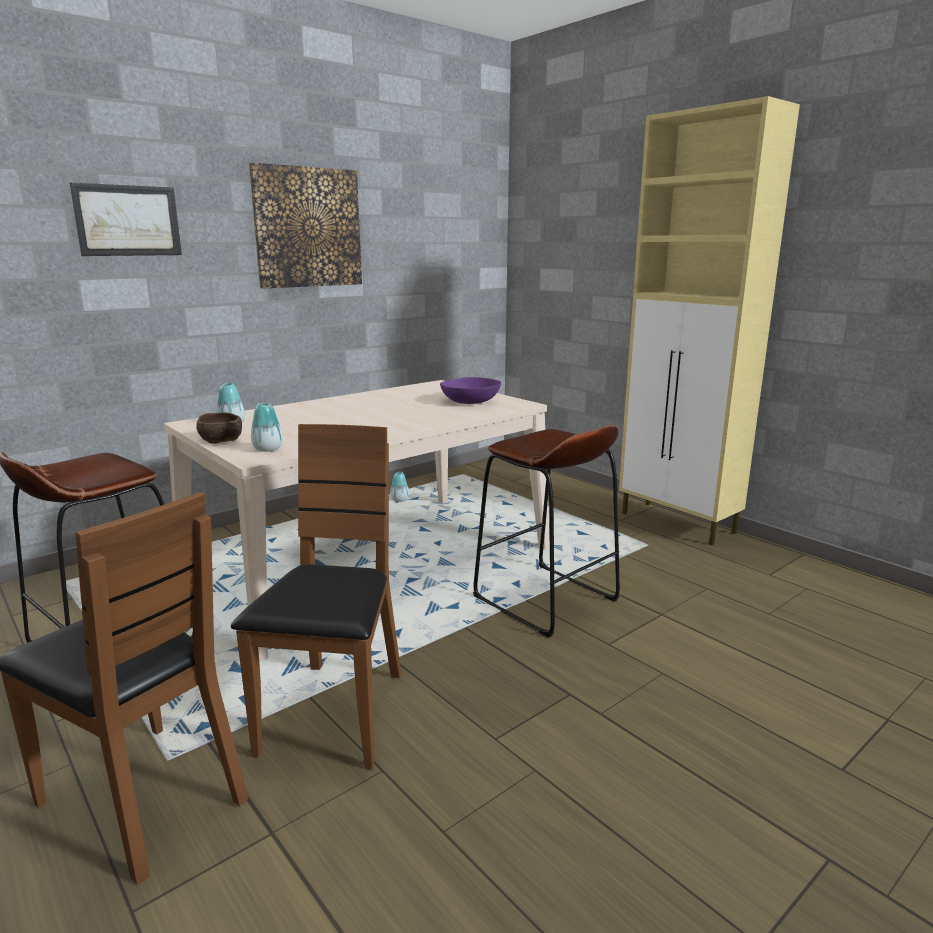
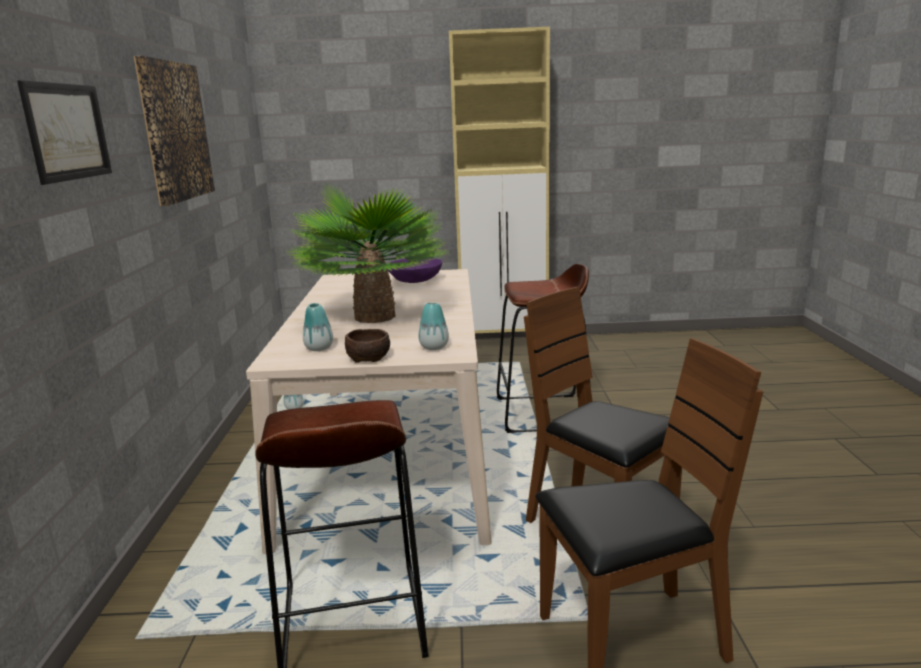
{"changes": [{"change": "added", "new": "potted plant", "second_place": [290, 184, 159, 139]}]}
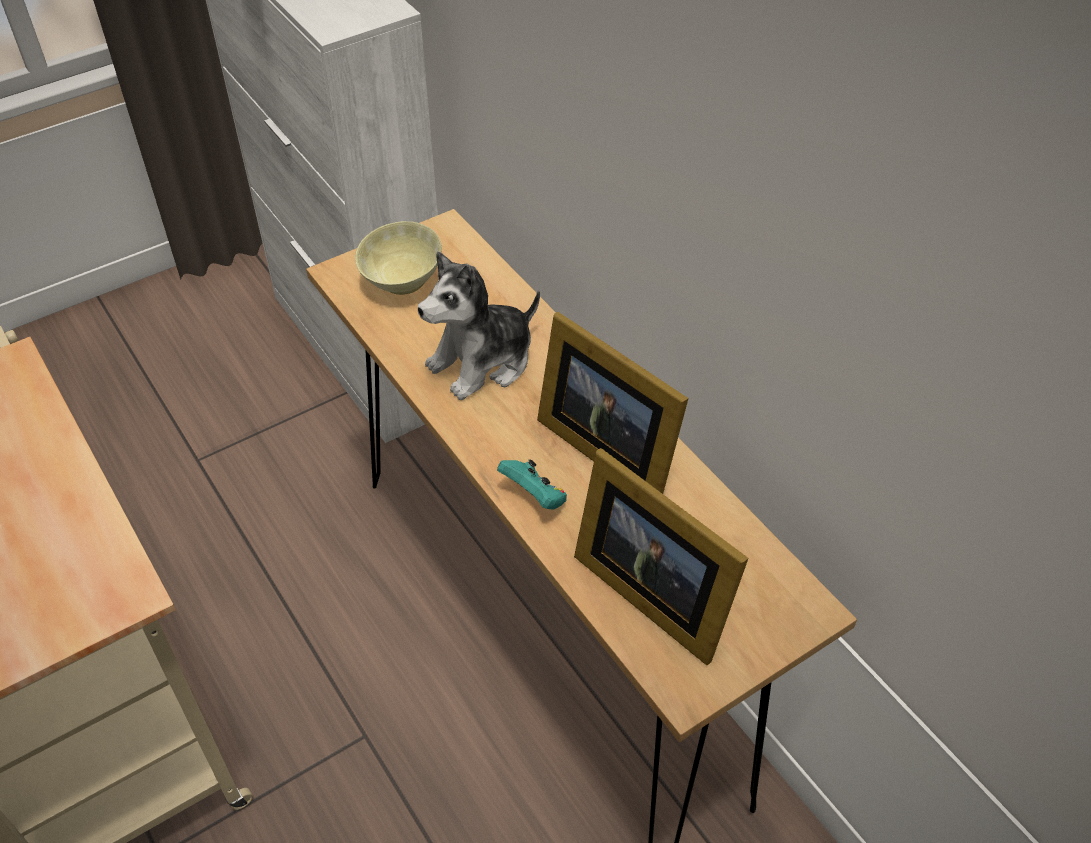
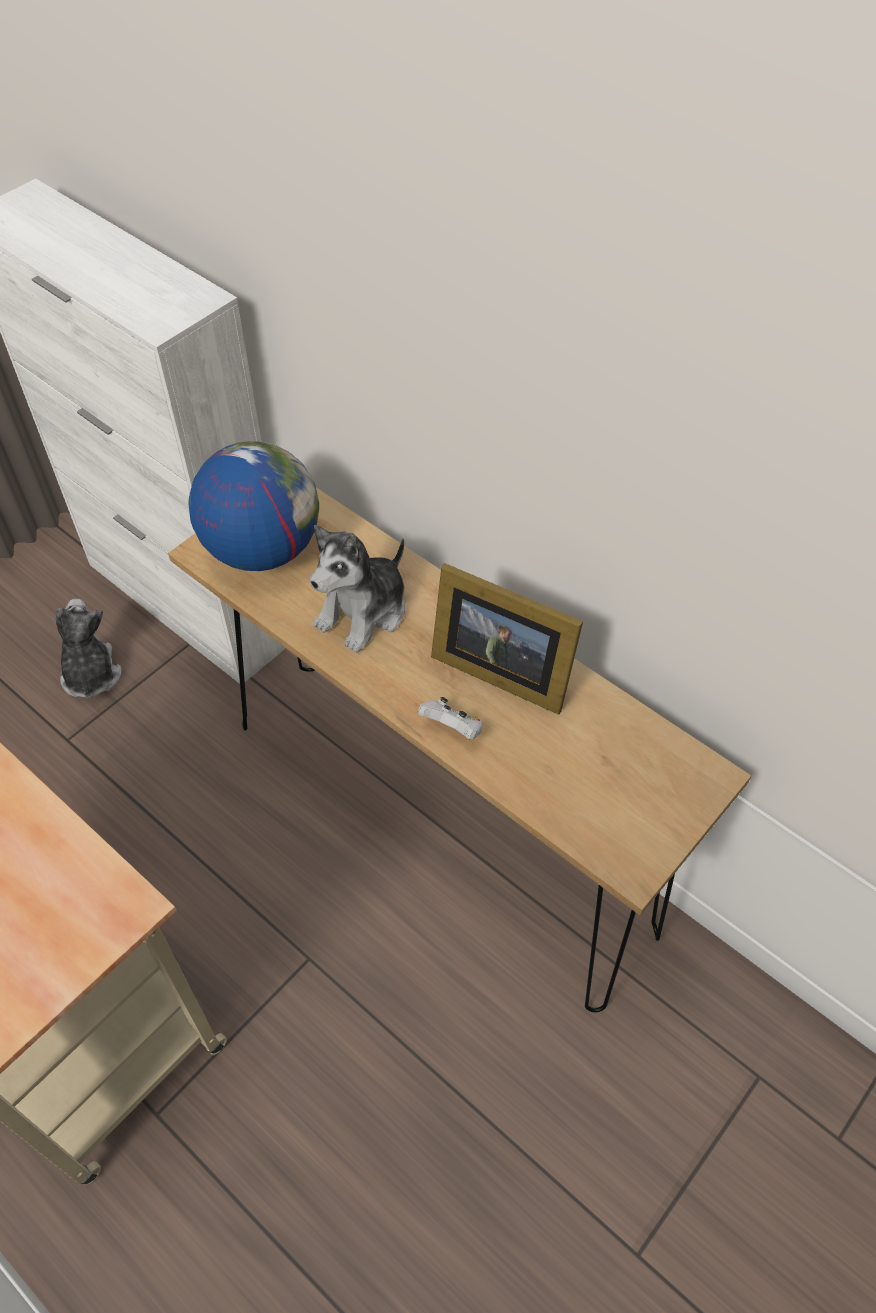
{"changes": [{"change": "replaced", "old": "bowl in beige", "new": "globe", "first_place": [355, 221, 87, 74], "second_place": [189, 441, 130, 130]}, {"change": "removed", "old": "picture frame", "first_place": [574, 448, 174, 217]}, {"change": "recoloured", "old": "game controller in turquoise", "new": "game controller in white", "first_place": [497, 460, 70, 50], "second_place": [418, 697, 64, 43]}, {"change": "added", "new": "plush toy", "second_place": [56, 598, 66, 102]}]}
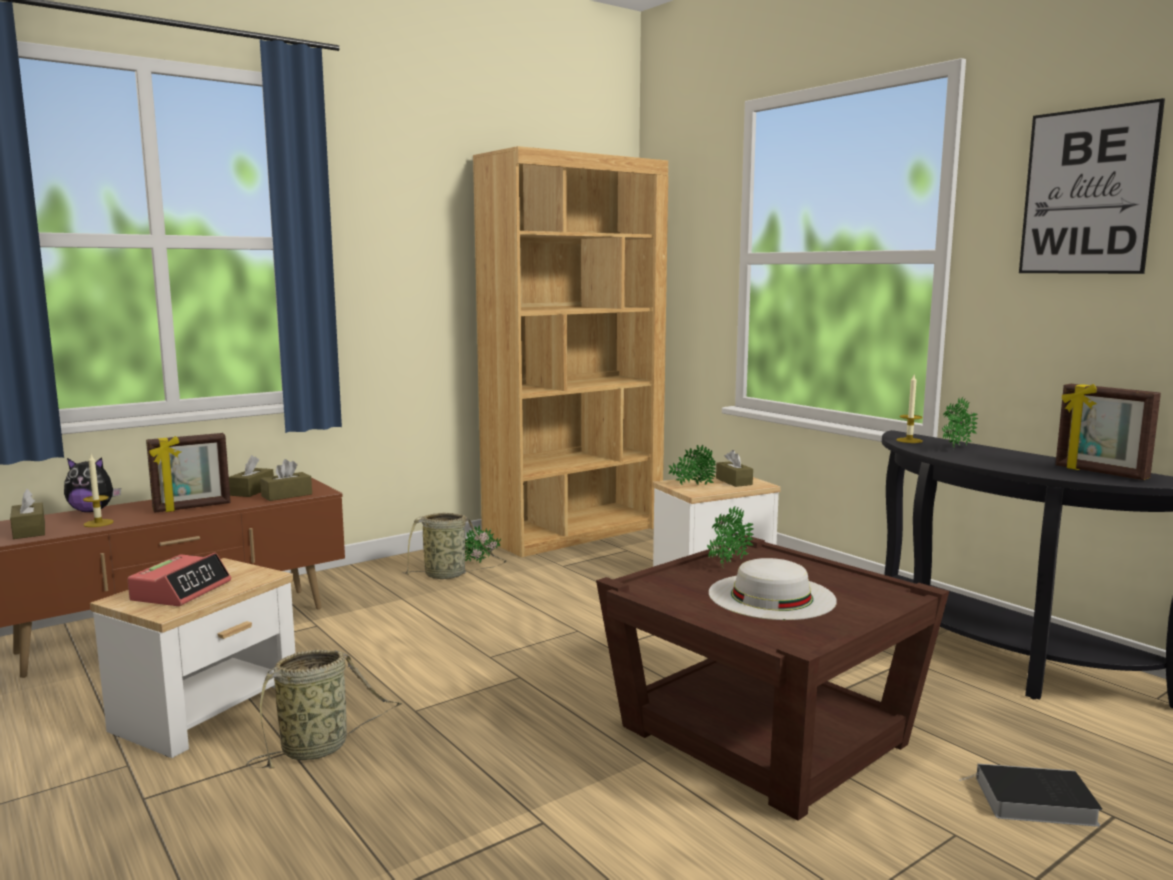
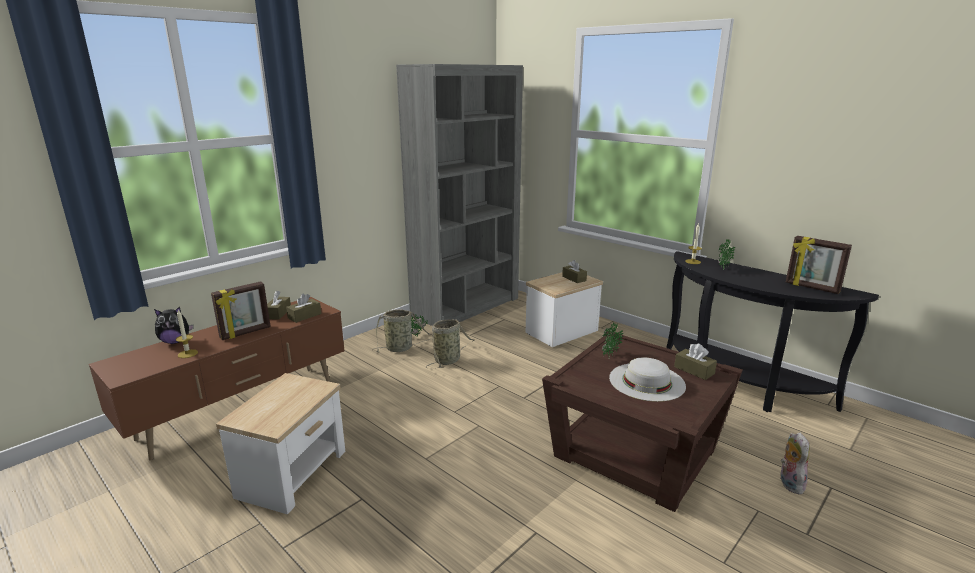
{"changes": [{"change": "removed", "old": "picture", "first_place": [1019, 98, 146, 176]}, {"change": "recoloured", "old": "bookcase in brown", "new": "bookcase in grey", "first_place": [473, 146, 195, 411], "second_place": [396, 64, 127, 262]}, {"change": "removed", "old": "potted plant", "first_place": [669, 445, 47, 40]}, {"change": "moved", "old": "tissue box in brown", "first_place": [10, 489, 35, 50], "second_place": [674, 344, 43, 36]}, {"change": "removed", "old": "alarm clock", "first_place": [128, 553, 103, 53]}, {"change": "moved", "old": "basket", "first_place": [246, 650, 156, 119], "second_place": [426, 319, 48, 50]}, {"change": "replaced", "old": "book", "new": "plush toy", "first_place": [959, 764, 143, 63], "second_place": [780, 432, 30, 62]}]}
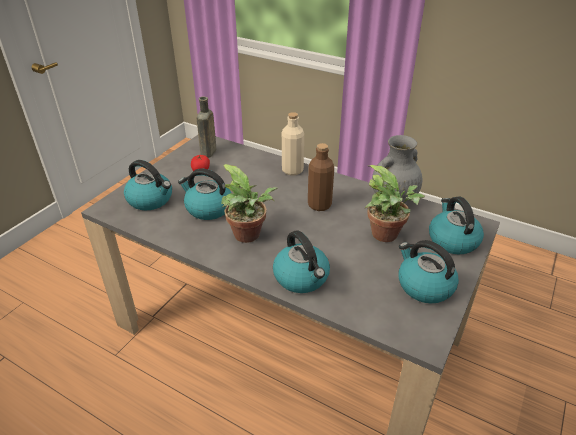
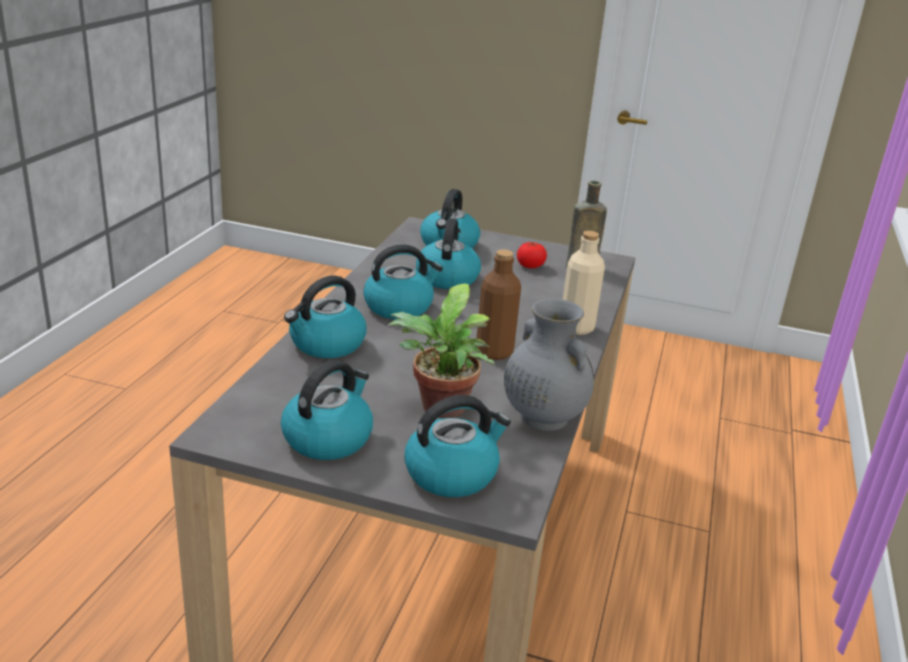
{"changes": [{"change": "replaced", "old": "potted plant", "new": "kettle", "first_place": [221, 164, 56, 79], "second_place": [363, 244, 80, 75]}]}
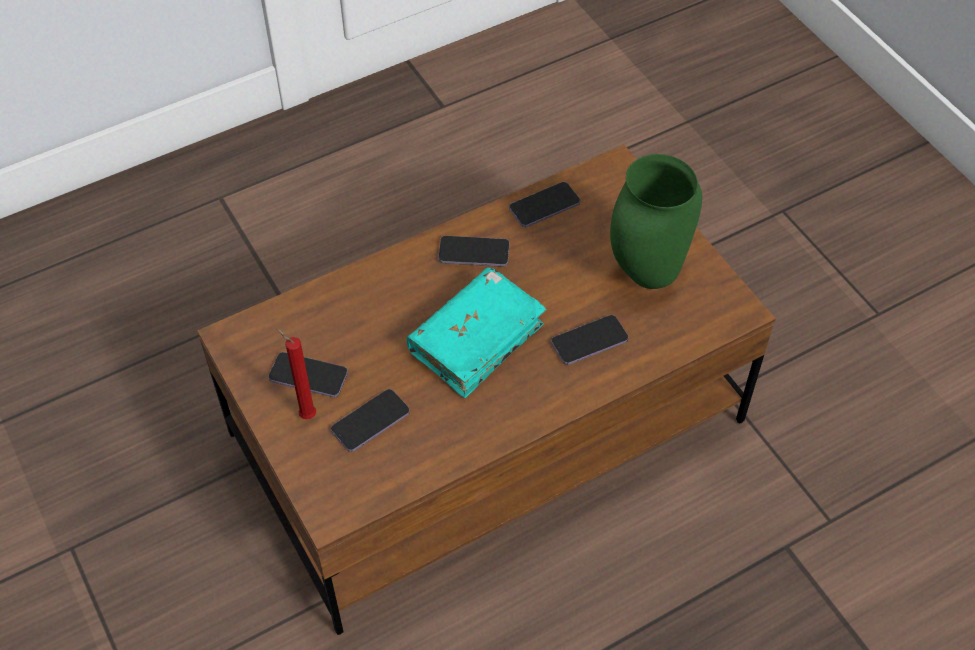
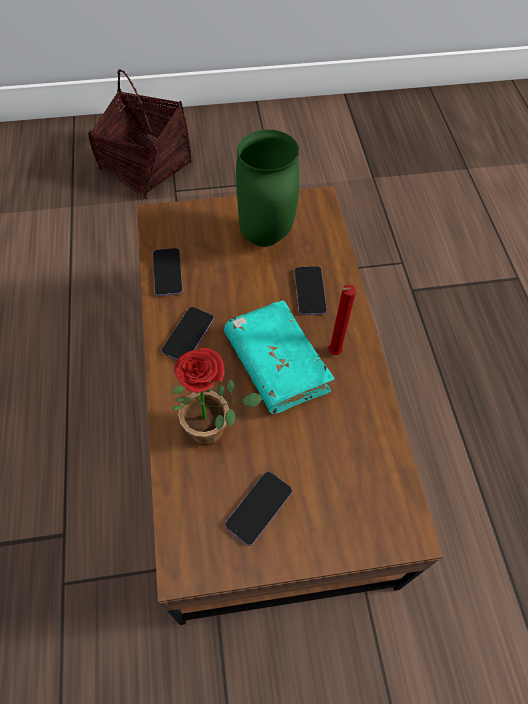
{"changes": [{"change": "moved", "old": "candle in red", "first_place": [277, 329, 39, 91], "second_place": [328, 285, 28, 70]}, {"change": "removed", "old": "phone", "first_place": [331, 389, 79, 63]}, {"change": "added", "new": "basket", "second_place": [88, 69, 104, 130]}, {"change": "added", "new": "potted plant", "second_place": [172, 348, 91, 97]}]}
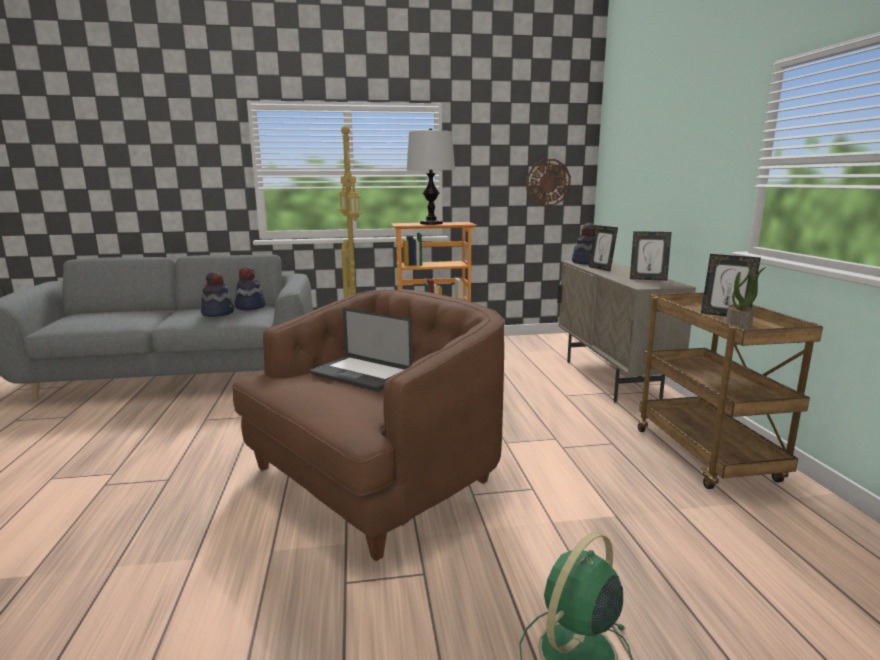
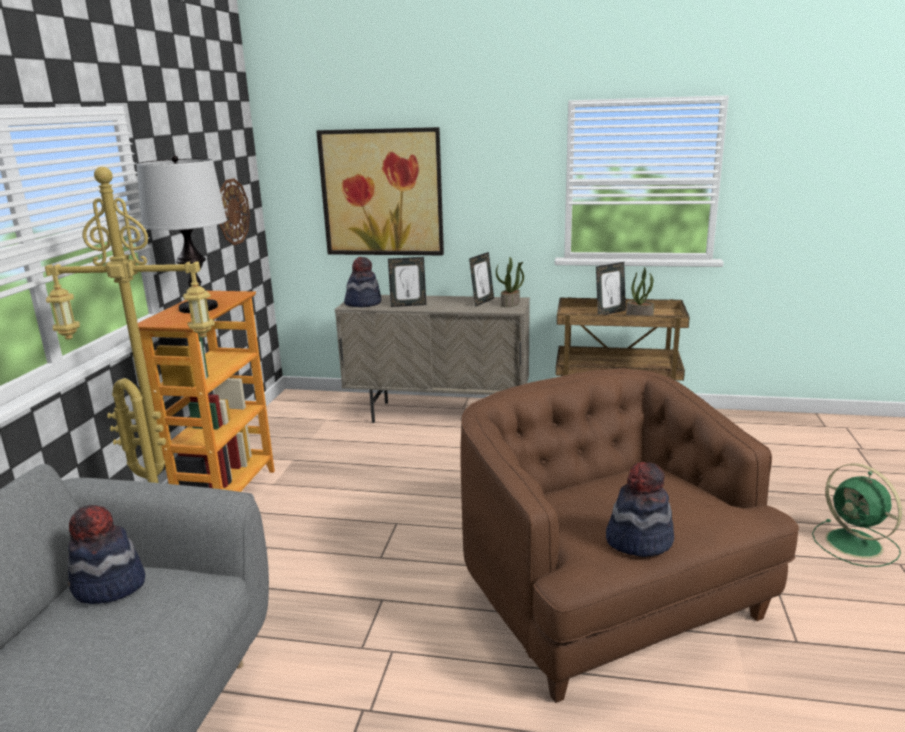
{"changes": [{"change": "moved", "old": "hat", "first_place": [201, 271, 33, 46], "second_place": [606, 462, 68, 95]}, {"change": "removed", "old": "laptop", "first_place": [310, 308, 102, 83]}, {"change": "added", "new": "picture", "second_place": [316, 127, 128, 128]}, {"change": "added", "new": "potted plant", "second_place": [496, 257, 28, 50]}]}
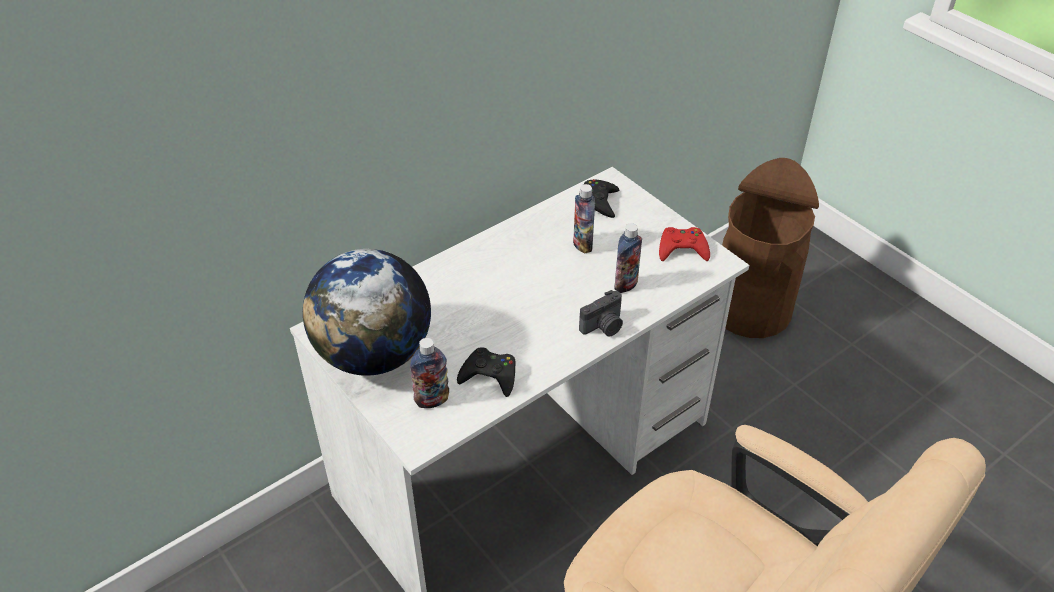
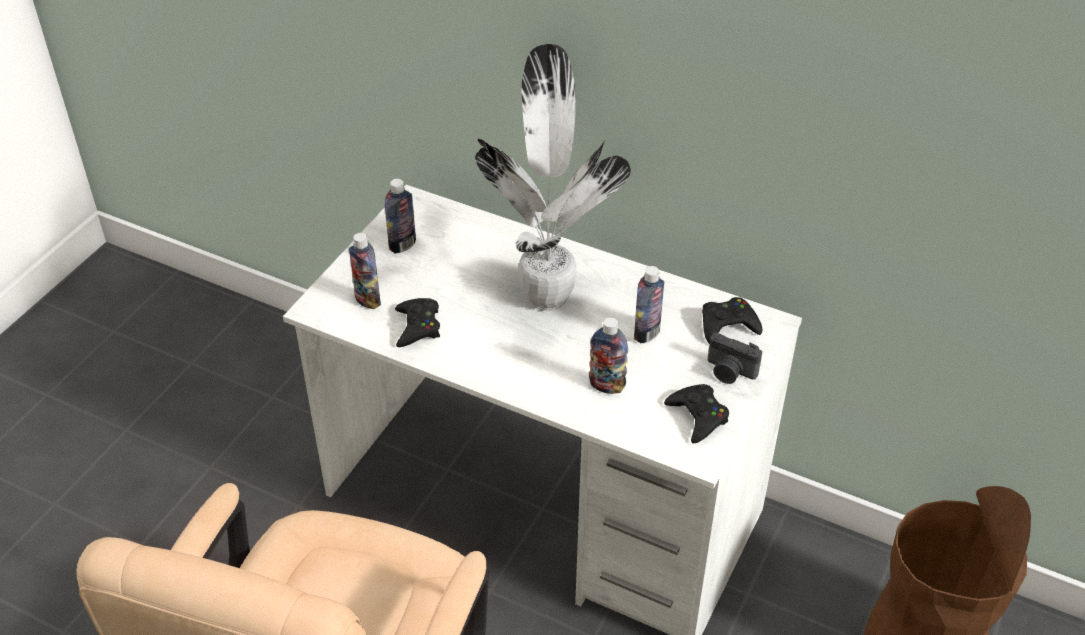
{"changes": [{"change": "recoloured", "old": "game controller in red", "new": "game controller in black", "first_place": [659, 227, 51, 34], "second_place": [664, 384, 65, 60]}, {"change": "replaced", "old": "globe", "new": "bottle", "first_place": [303, 249, 128, 127], "second_place": [385, 179, 31, 75]}, {"change": "moved", "old": "photo camera", "first_place": [579, 290, 44, 47], "second_place": [708, 333, 54, 51]}, {"change": "added", "new": "potted plant", "second_place": [475, 44, 156, 267]}]}
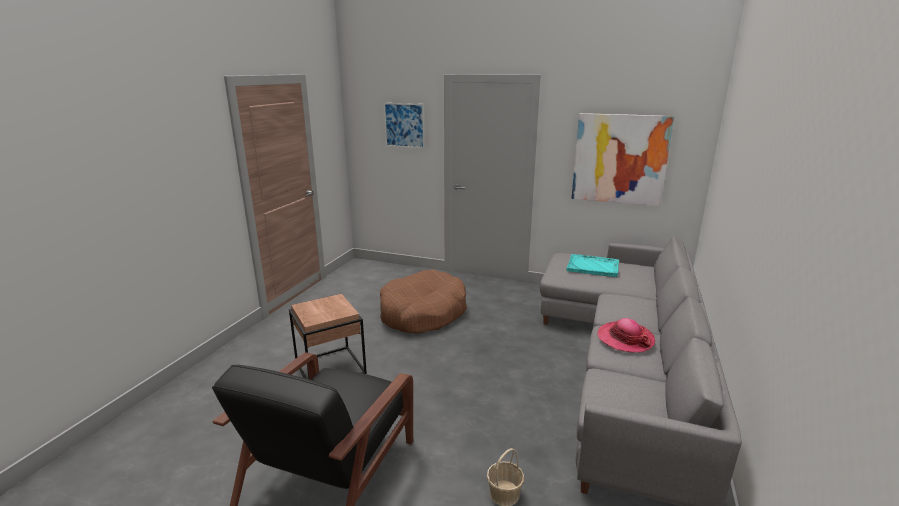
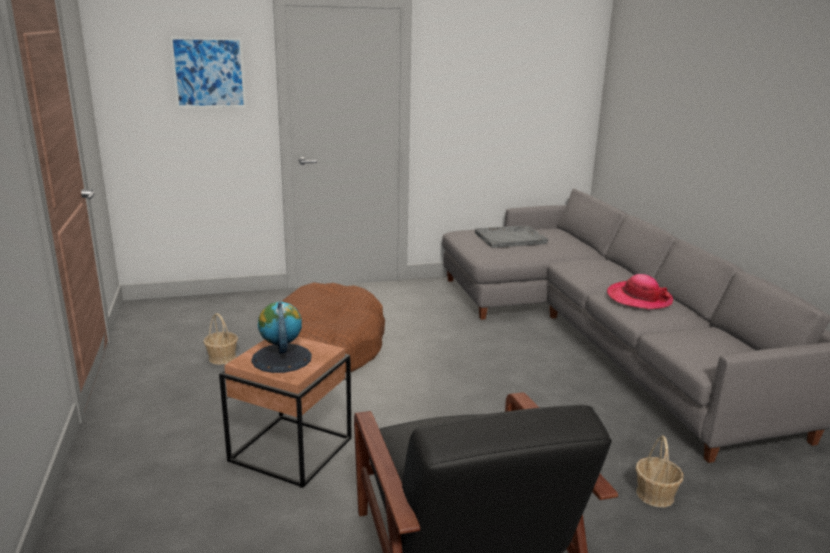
{"changes": [{"change": "removed", "old": "picture", "first_place": [571, 113, 103, 93]}, {"change": "recoloured", "old": "tray in turquoise", "new": "tray in grey", "first_place": [566, 254, 53, 23], "second_place": [475, 225, 73, 23]}, {"change": "added", "new": "globe", "second_place": [251, 302, 61, 71]}, {"change": "added", "new": "basket", "second_place": [204, 313, 34, 52]}]}
